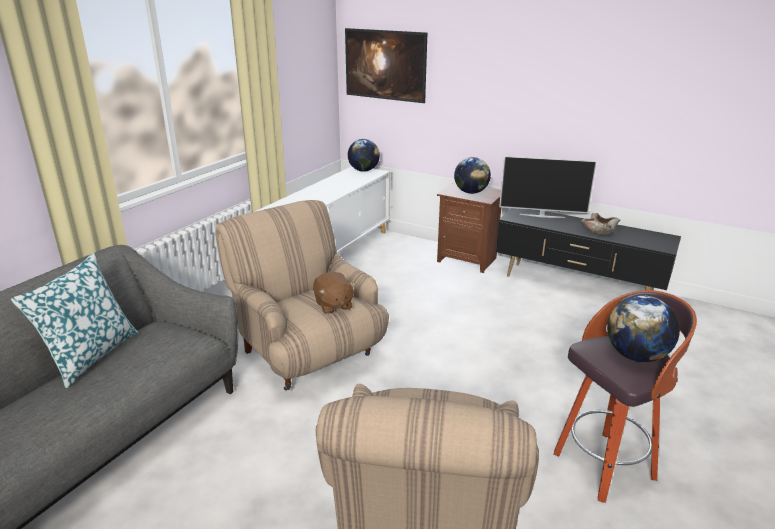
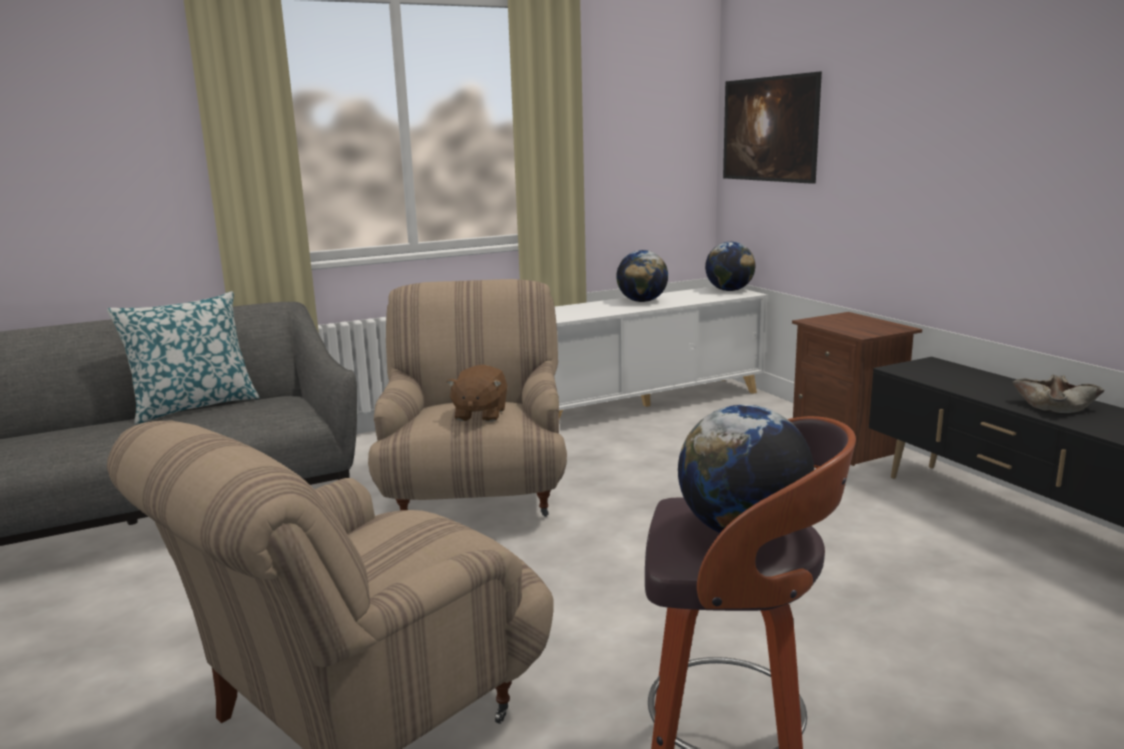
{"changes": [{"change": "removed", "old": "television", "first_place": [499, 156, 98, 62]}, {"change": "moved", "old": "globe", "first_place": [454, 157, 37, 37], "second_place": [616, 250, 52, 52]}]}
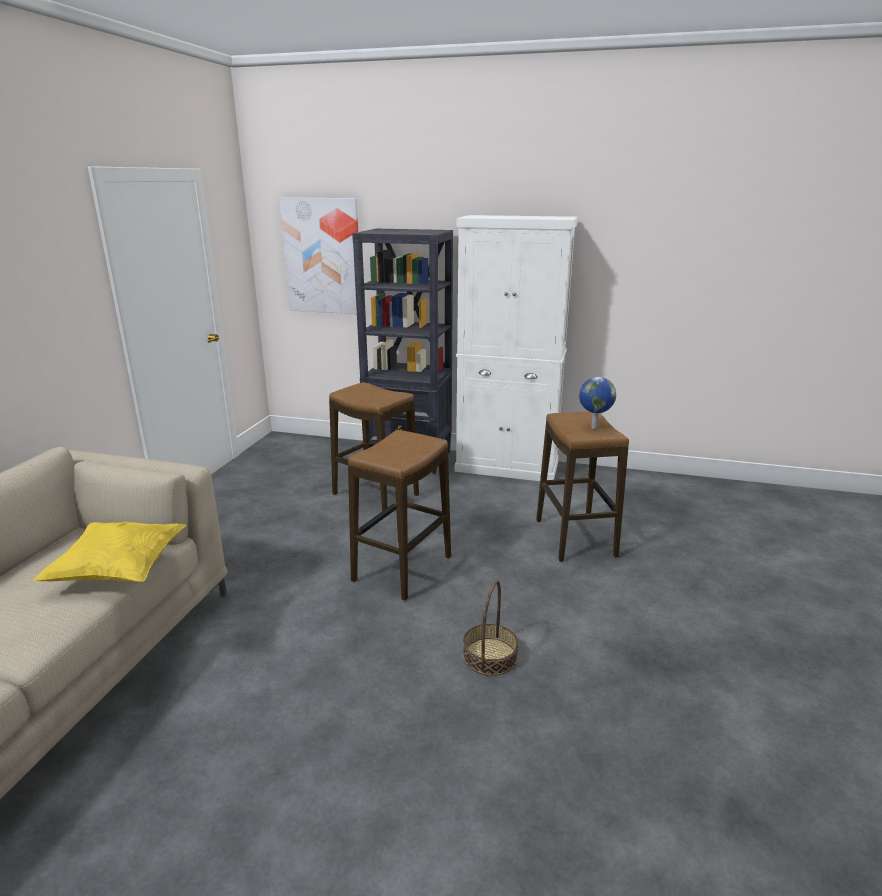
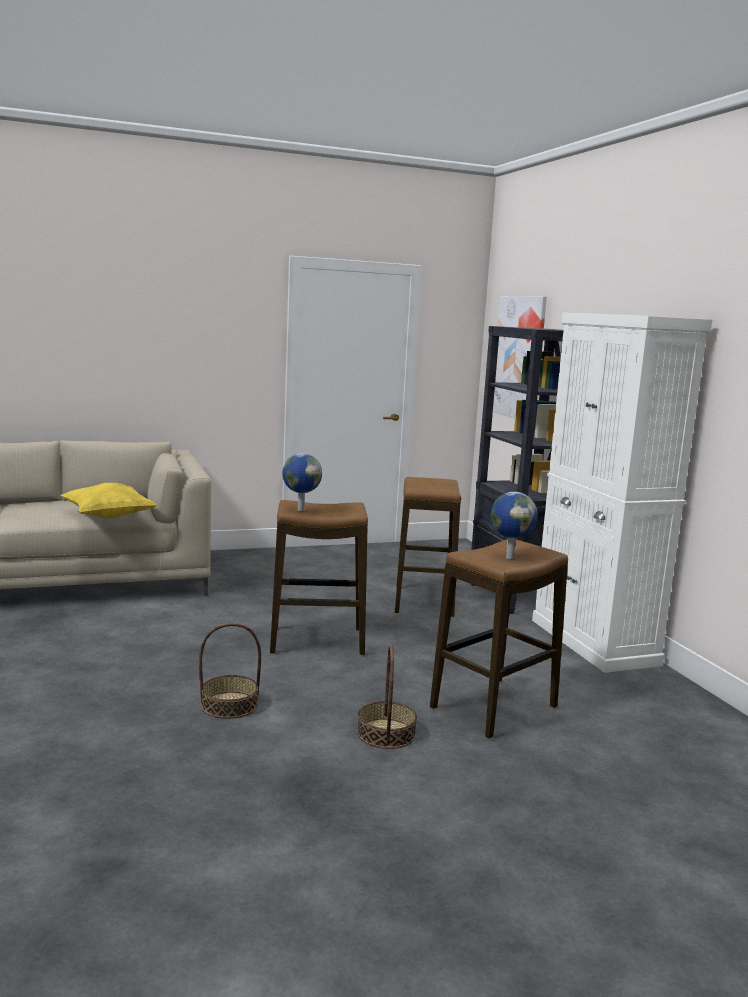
{"changes": [{"change": "added", "new": "globe", "second_place": [282, 453, 40, 58]}, {"change": "added", "new": "basket", "second_place": [357, 645, 60, 104]}]}
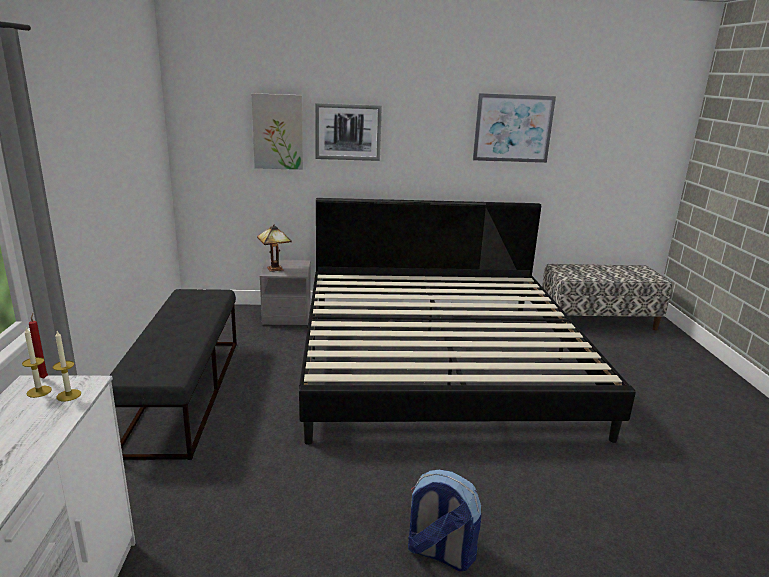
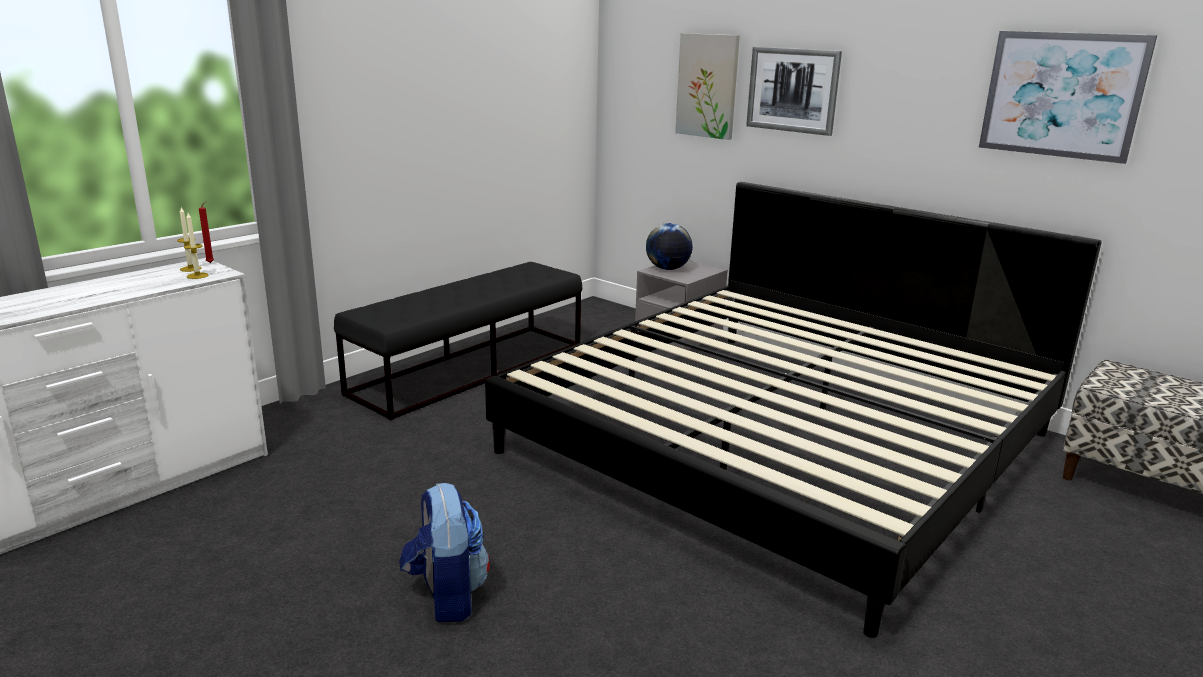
{"changes": [{"change": "replaced", "old": "table lamp", "new": "globe", "first_place": [257, 224, 35, 48], "second_place": [646, 223, 47, 47]}]}
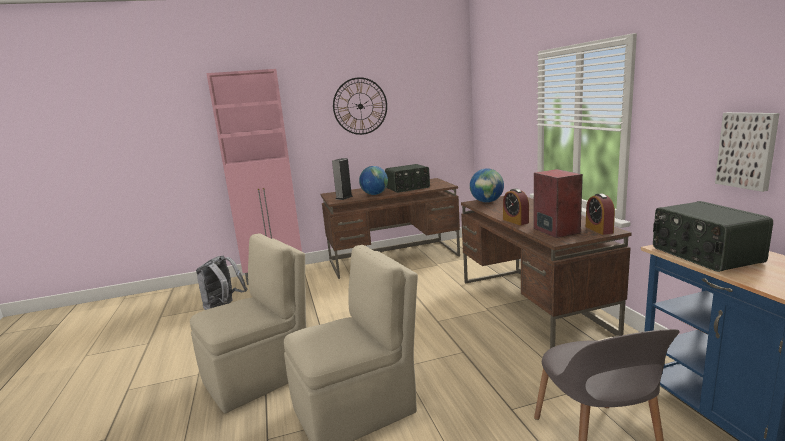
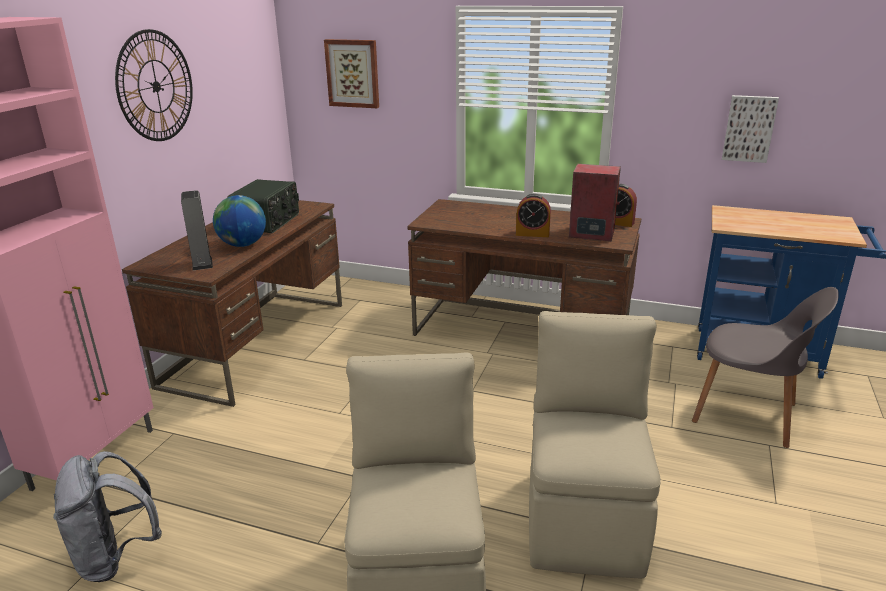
{"changes": [{"change": "removed", "old": "globe", "first_place": [470, 169, 34, 34]}, {"change": "removed", "old": "radio", "first_place": [653, 201, 120, 71]}, {"change": "added", "new": "picture", "second_place": [324, 39, 55, 69]}]}
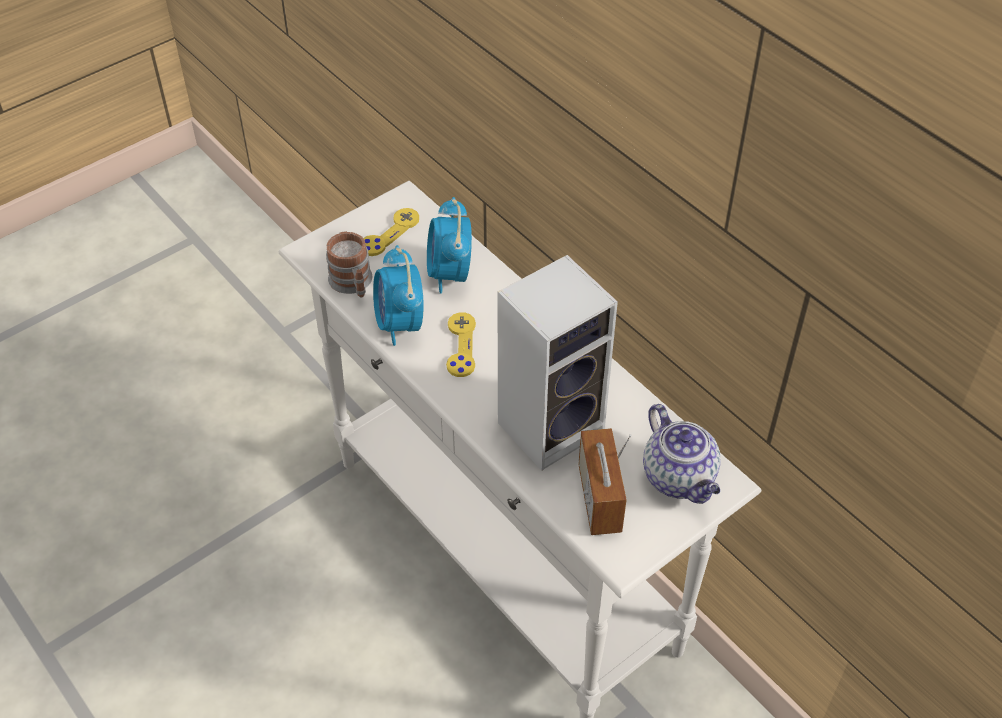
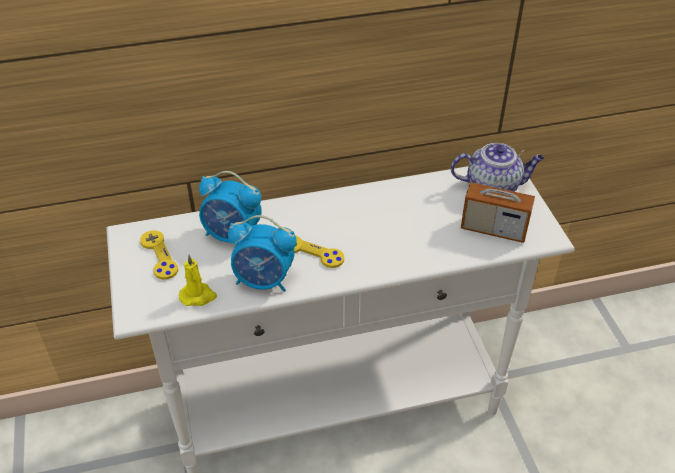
{"changes": [{"change": "replaced", "old": "mug", "new": "candle in yellow", "first_place": [326, 231, 46, 67], "second_place": [179, 255, 38, 51]}, {"change": "removed", "old": "speaker", "first_place": [498, 255, 120, 216]}]}
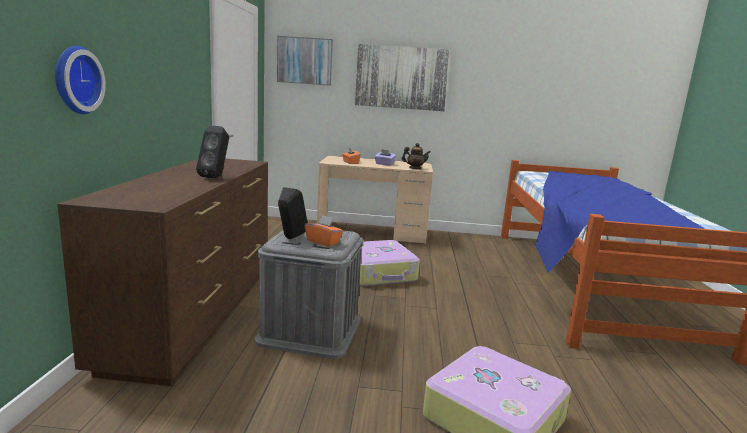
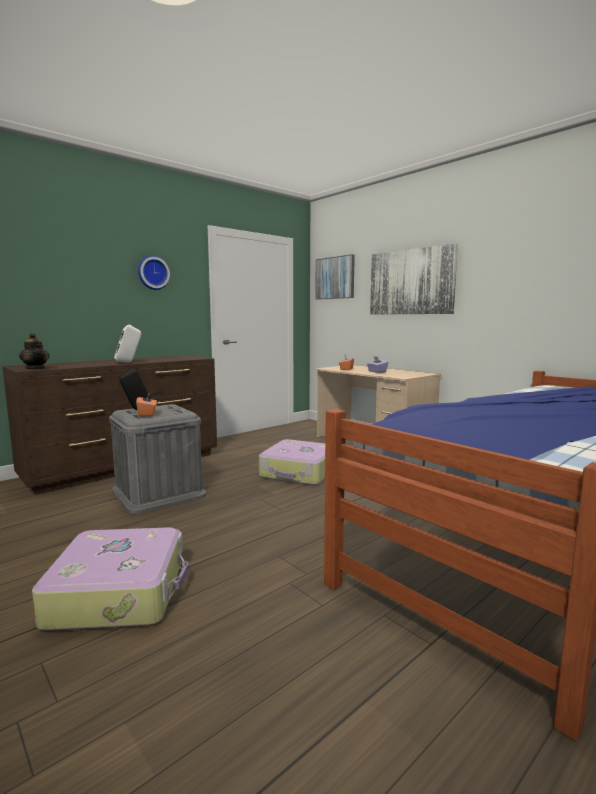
{"changes": [{"change": "moved", "old": "wall clock", "first_place": [55, 46, 51, 68], "second_place": [138, 255, 32, 35]}, {"change": "recoloured", "old": "speaker in black", "new": "speaker in white", "first_place": [196, 126, 33, 52], "second_place": [114, 325, 27, 38]}, {"change": "moved", "old": "teapot", "first_place": [402, 143, 28, 26], "second_place": [19, 333, 30, 36]}]}
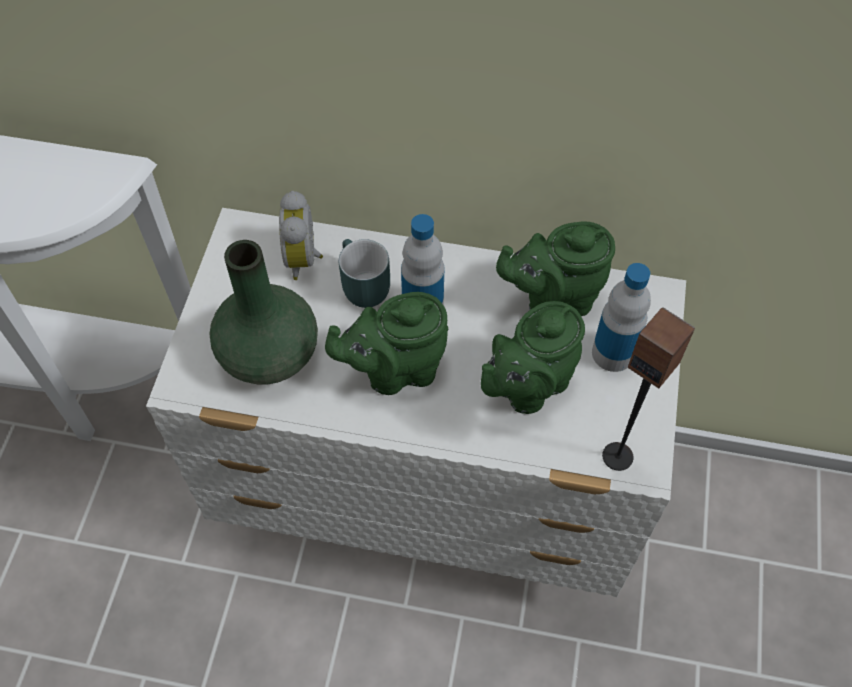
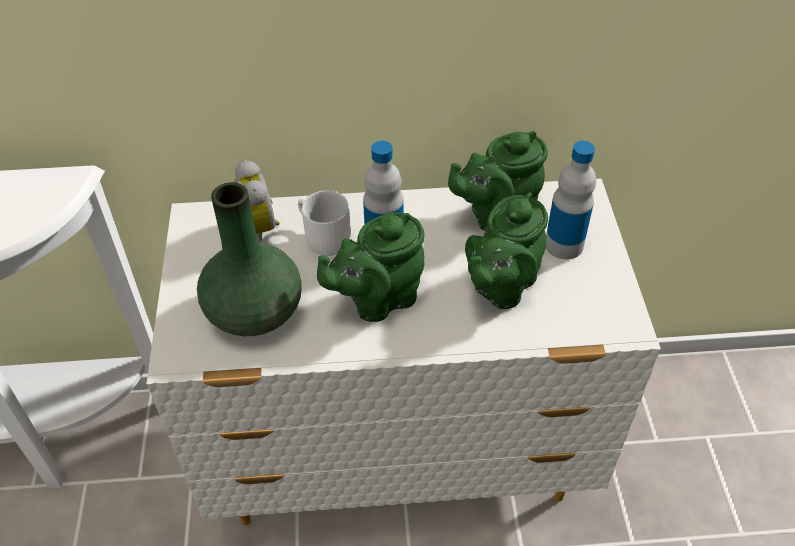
{"changes": [{"change": "recoloured", "old": "mug in turquoise", "new": "mug in white", "first_place": [339, 239, 51, 69], "second_place": [298, 190, 53, 66]}, {"change": "removed", "old": "speaker", "first_place": [602, 307, 93, 164]}]}
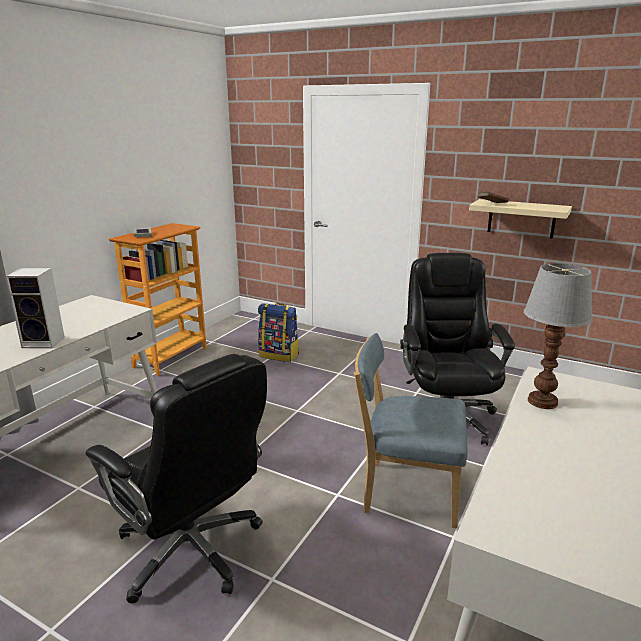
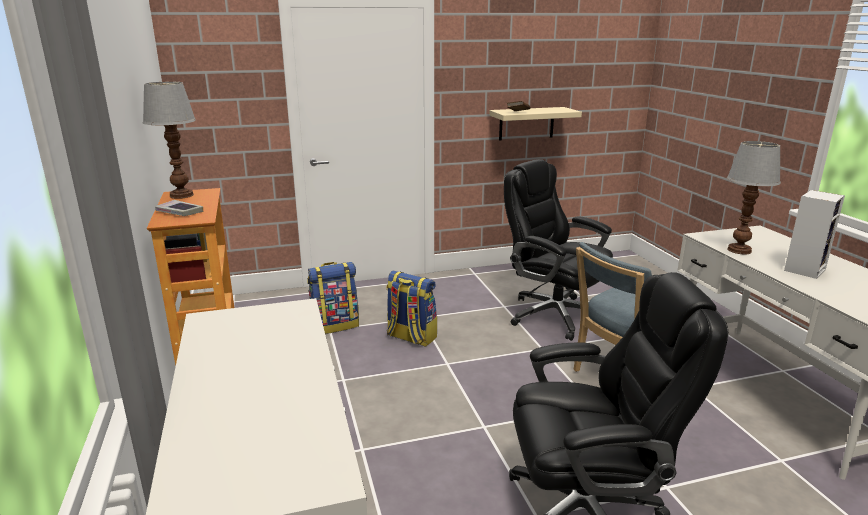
{"changes": [{"change": "moved", "old": "speaker", "first_place": [5, 268, 60, 80], "second_place": [784, 190, 61, 89]}, {"change": "added", "new": "table lamp", "second_place": [143, 82, 53, 117]}, {"change": "added", "new": "backpack", "second_place": [386, 271, 51, 76]}]}
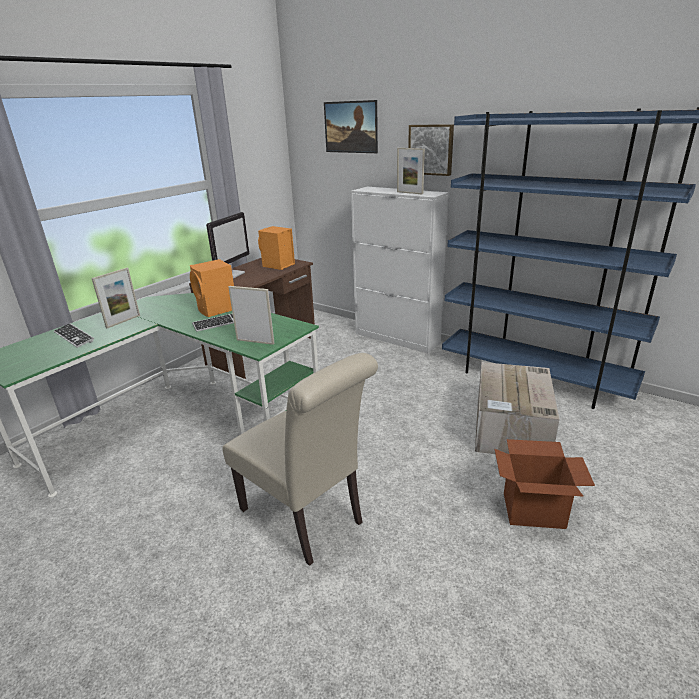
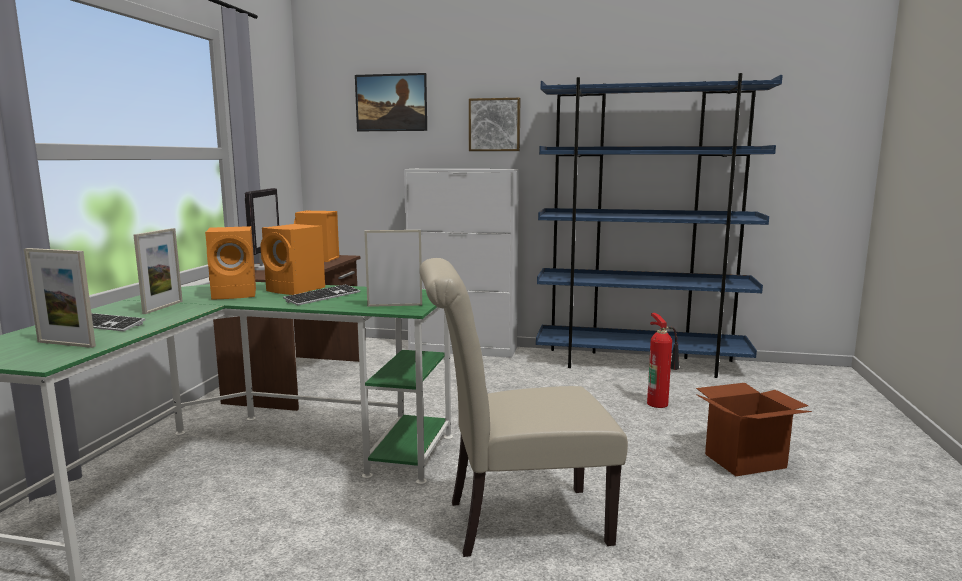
{"changes": [{"change": "moved", "old": "picture frame", "first_place": [397, 148, 28, 46], "second_place": [24, 248, 72, 100]}, {"change": "turned", "old": "chair in beige", "first_place": [222, 353, 156, 213], "second_place": [419, 258, 209, 299], "degrees": 150}, {"change": "replaced", "old": "cardboard box", "new": "fire extinguisher", "first_place": [475, 362, 85, 92], "second_place": [647, 313, 32, 95]}, {"change": "added", "new": "speaker in orange", "second_place": [205, 226, 51, 74]}]}
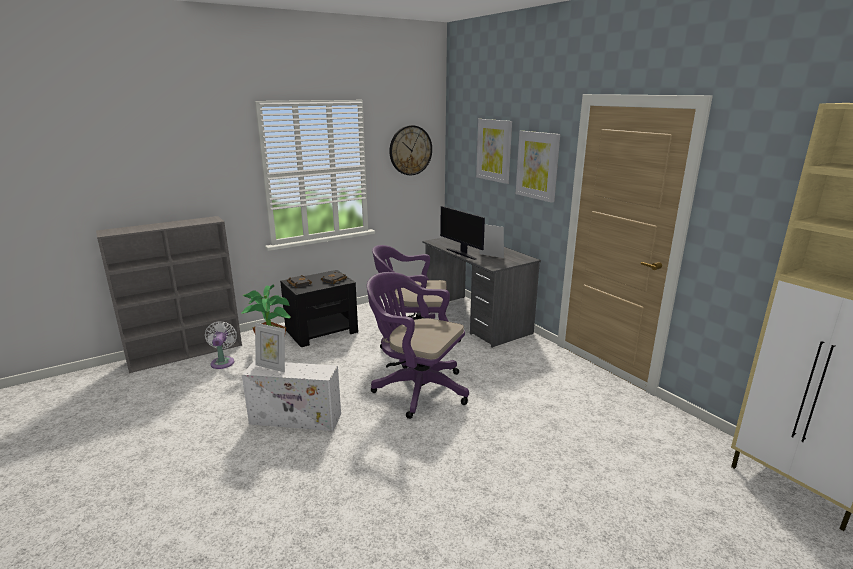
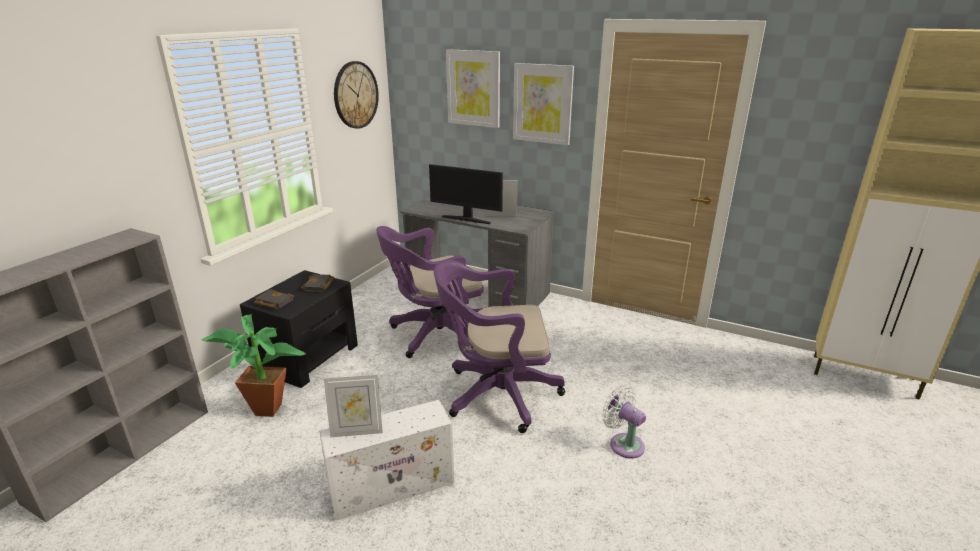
{"changes": [{"change": "moved", "old": "fan in white", "first_place": [205, 321, 32, 48], "second_place": [602, 386, 44, 73]}]}
